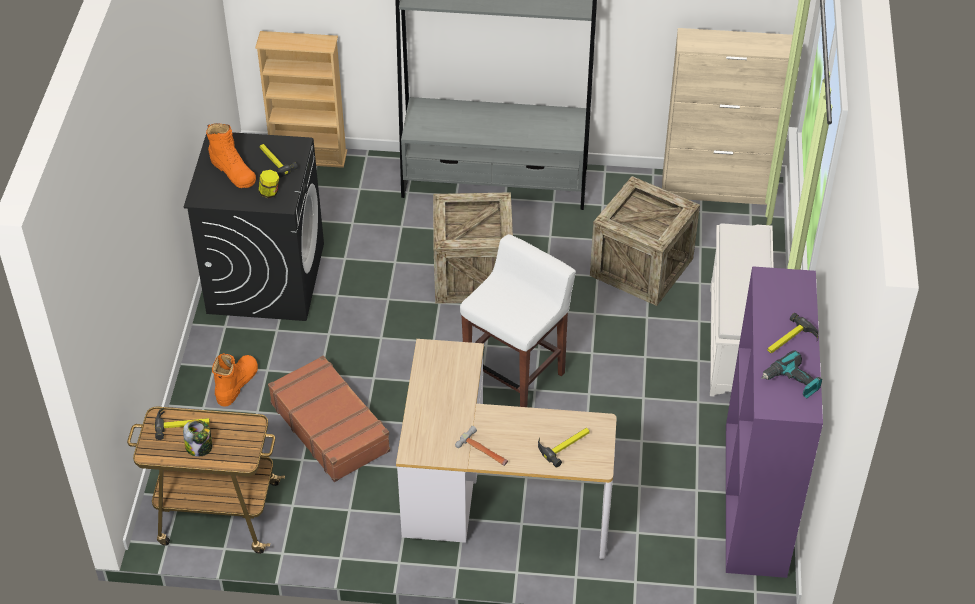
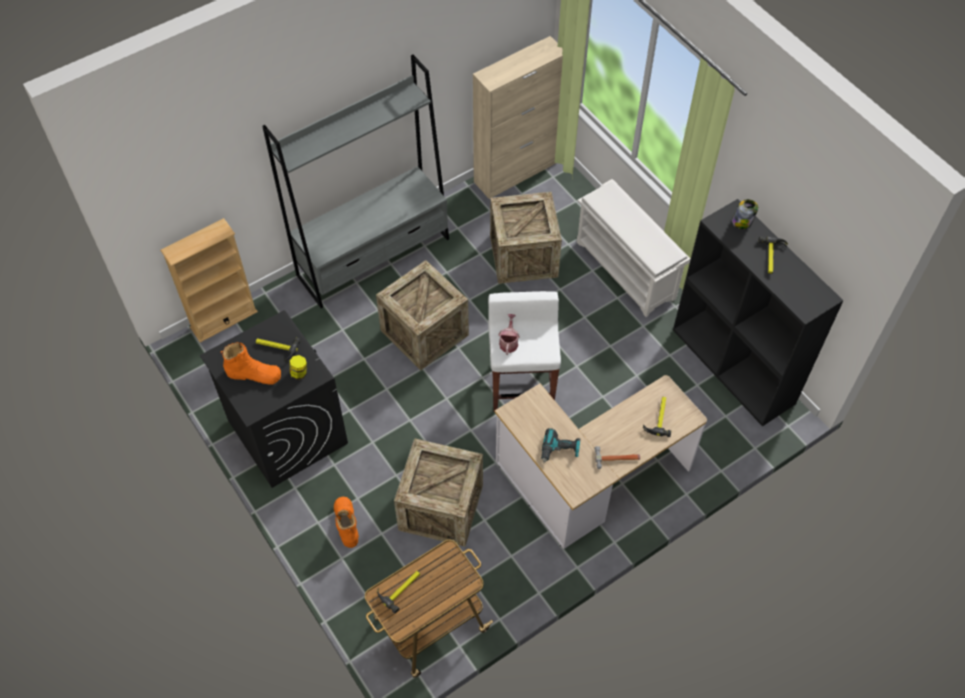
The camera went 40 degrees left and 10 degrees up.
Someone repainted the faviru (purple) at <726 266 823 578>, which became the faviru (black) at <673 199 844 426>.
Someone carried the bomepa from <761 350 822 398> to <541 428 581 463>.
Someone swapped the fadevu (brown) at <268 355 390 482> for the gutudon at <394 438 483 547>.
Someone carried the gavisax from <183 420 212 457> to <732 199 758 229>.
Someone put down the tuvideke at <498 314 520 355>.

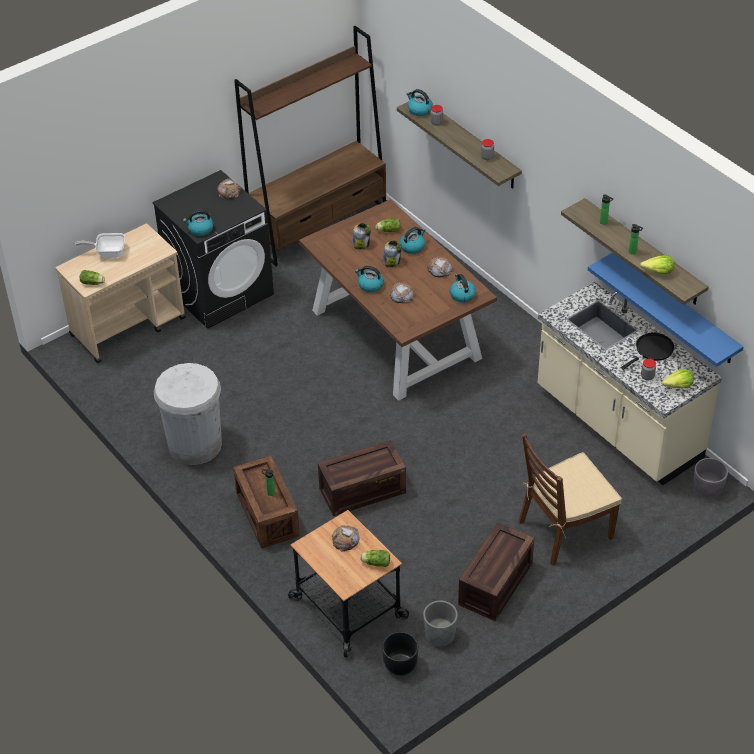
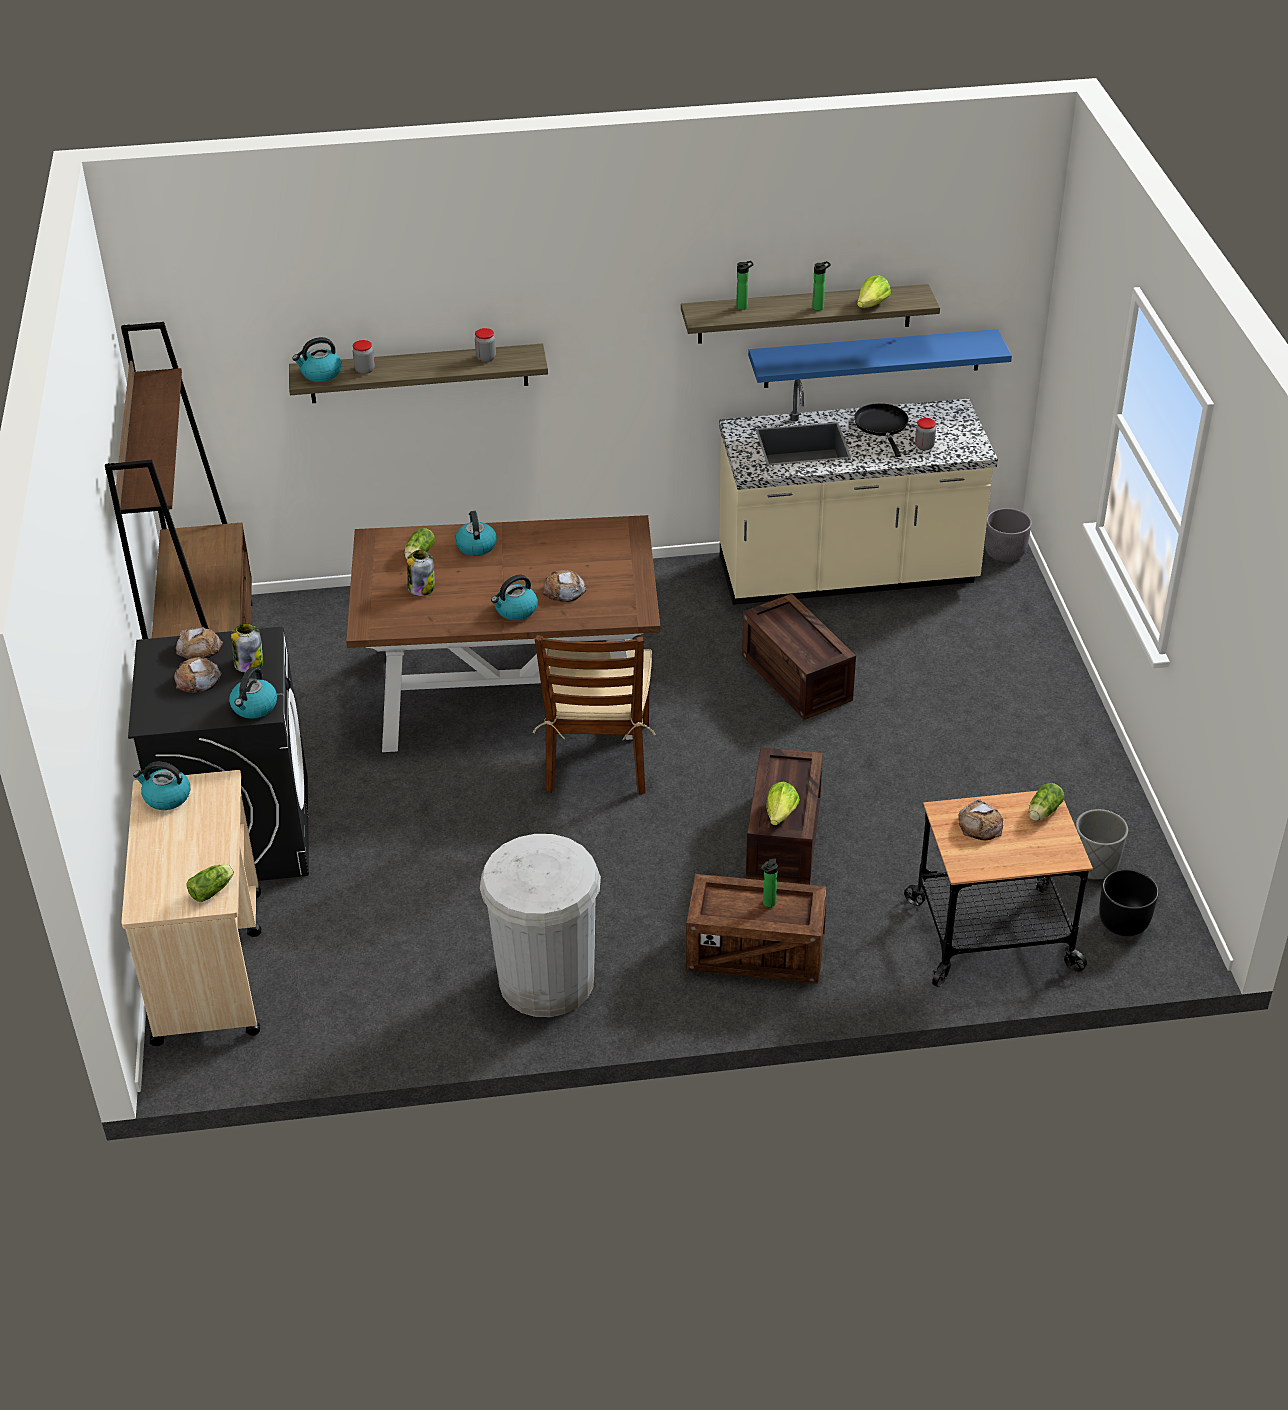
The camera went 60 degrees left and 5 degrees down.
Someone took away the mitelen at <75 233 125 258>.
Someone carried the gavisax from <383 240 401 267> to <231 623 263 673>.
Someone carried the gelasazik from <427 256 453 277> to <174 657 222 693>.
Someone carried the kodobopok from <450 274 476 303> to <133 762 190 810>.
Someone carried the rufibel from <662 369 694 388> to <766 781 800 825>.
Someone carried the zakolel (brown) from <519 433 622 566> to <533 635 656 795>.
Someone carried the gutudon from <458 522 534 621> to <742 594 856 720>.

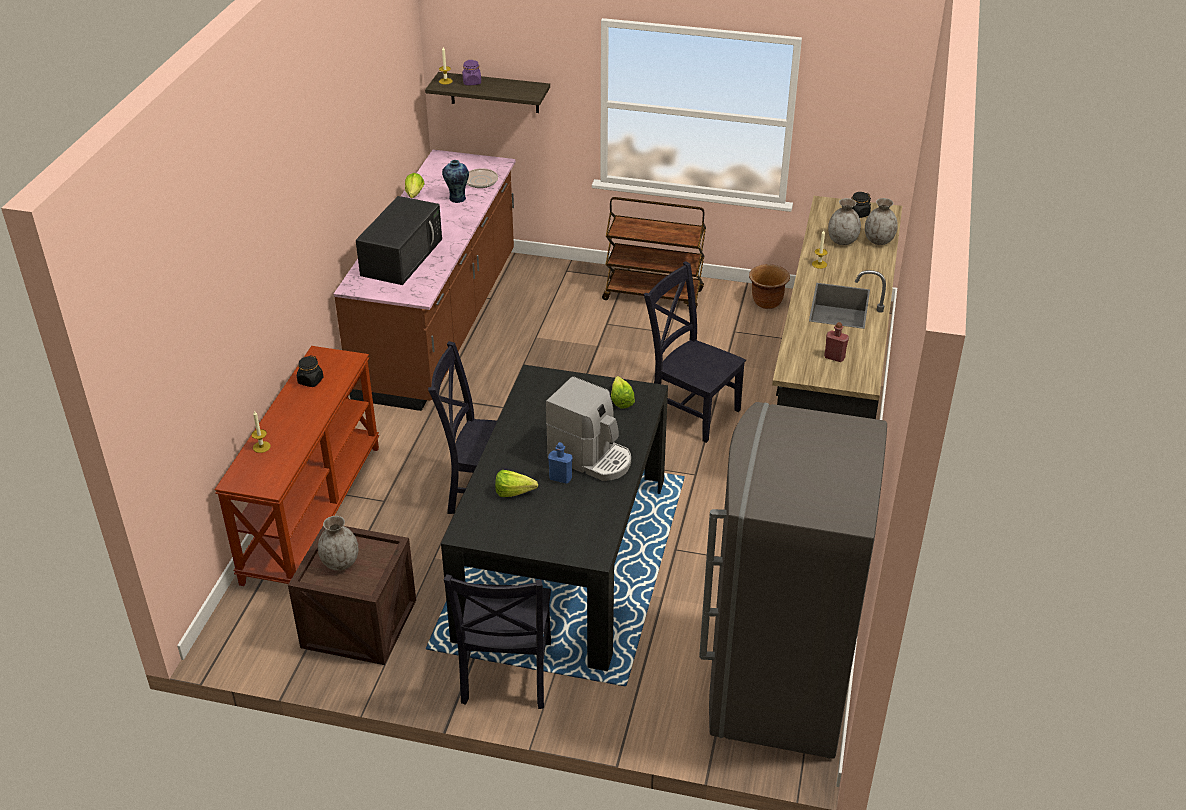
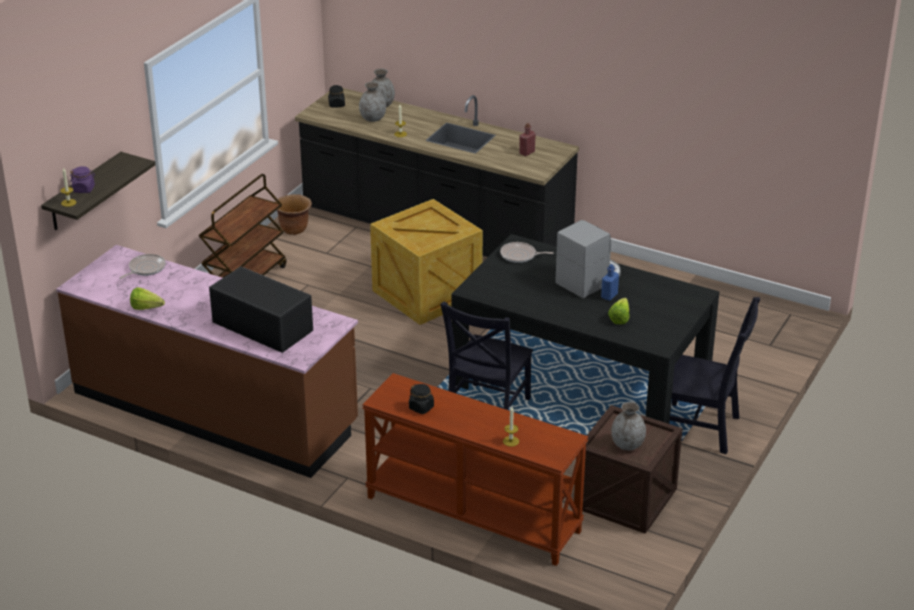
The camera went 75 degrees left and 5 degrees down.
Someone took away the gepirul at <442 160 469 203>.
Someone swapped the zakolel (black) at <644 261 746 443> for the gutudon at <370 199 483 325>.
Someone swapped the rufibel at <611 376 635 409> for the mitelen at <500 242 554 263>.
Someone took away the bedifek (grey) at <699 402 887 759>.

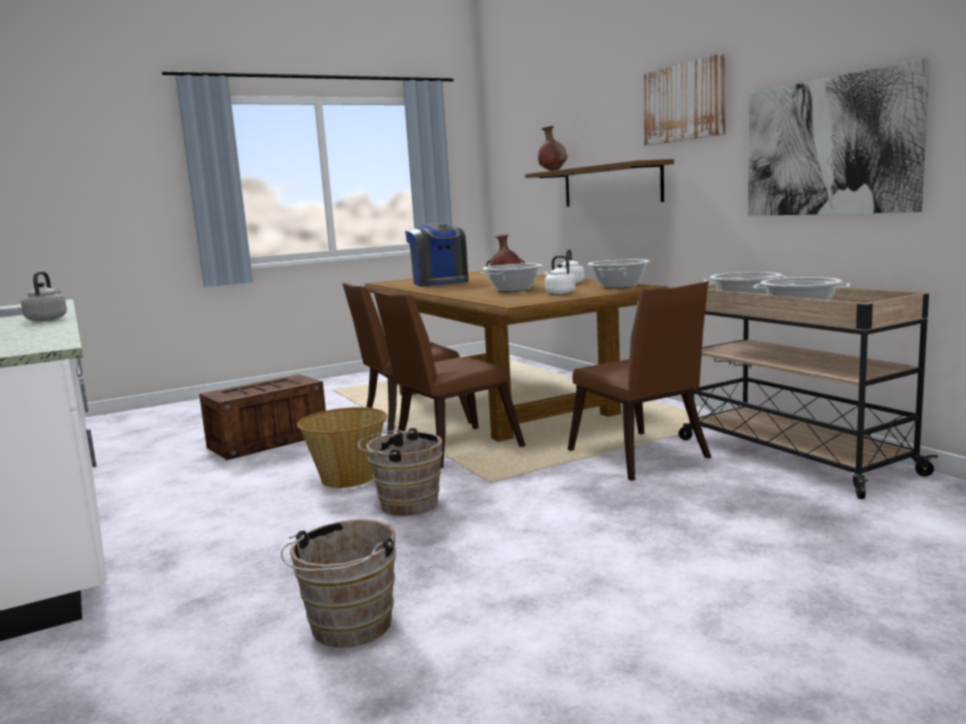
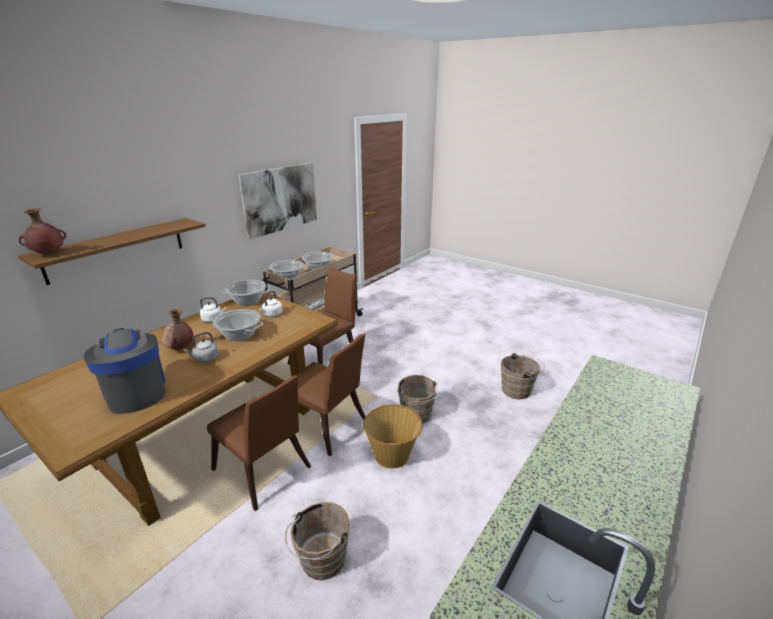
The camera went 115 degrees left and 15 degrees up.
Someone took away the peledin at <643 53 726 145>.
Someone rotated the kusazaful at <405 223 469 287> by 75 degrees counterclockwise.
Someone carried the kodobopok (grey) from <21 271 67 321> to <184 332 219 363>.
Someone swapped the gutudon at <199 374 326 460> for the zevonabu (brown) at <285 502 350 580>.

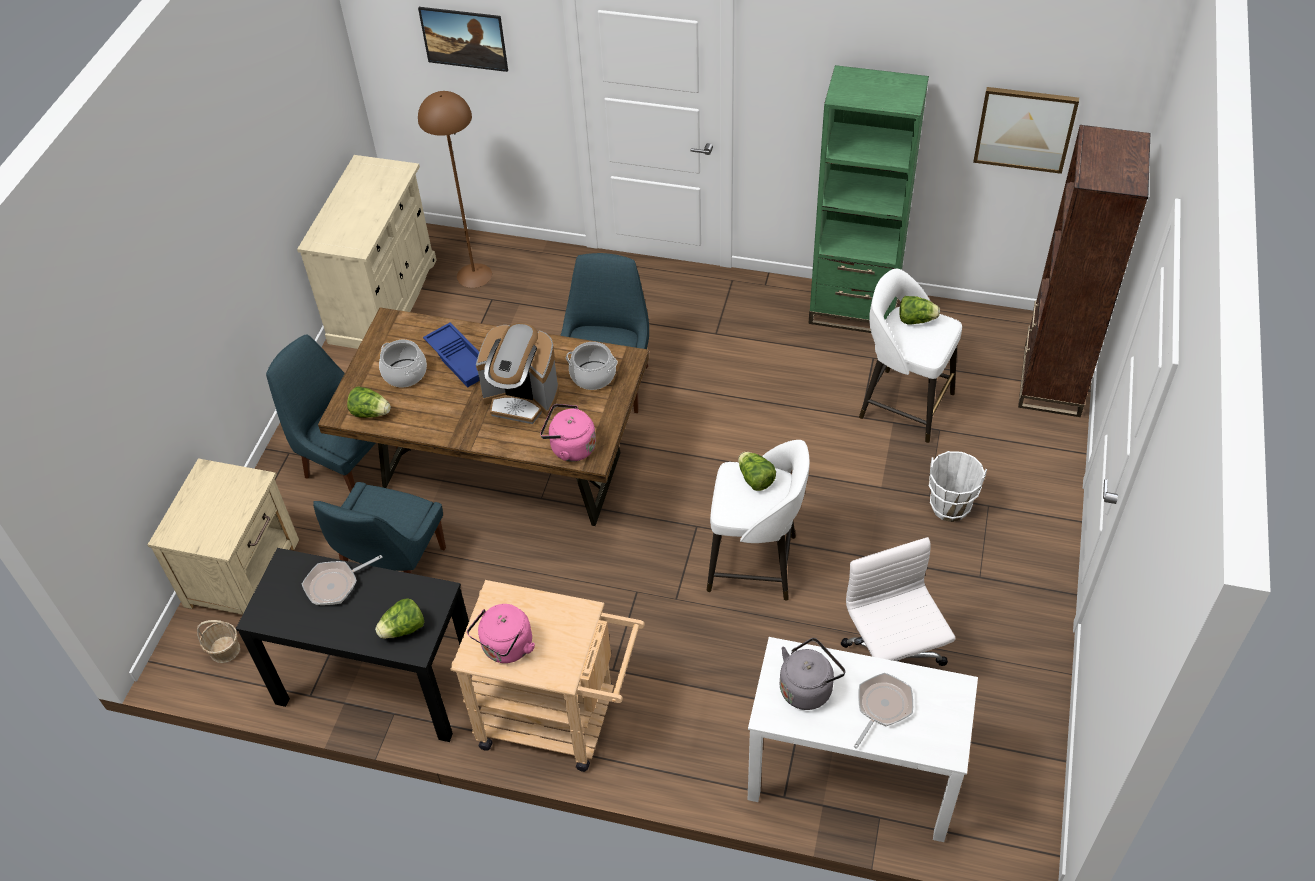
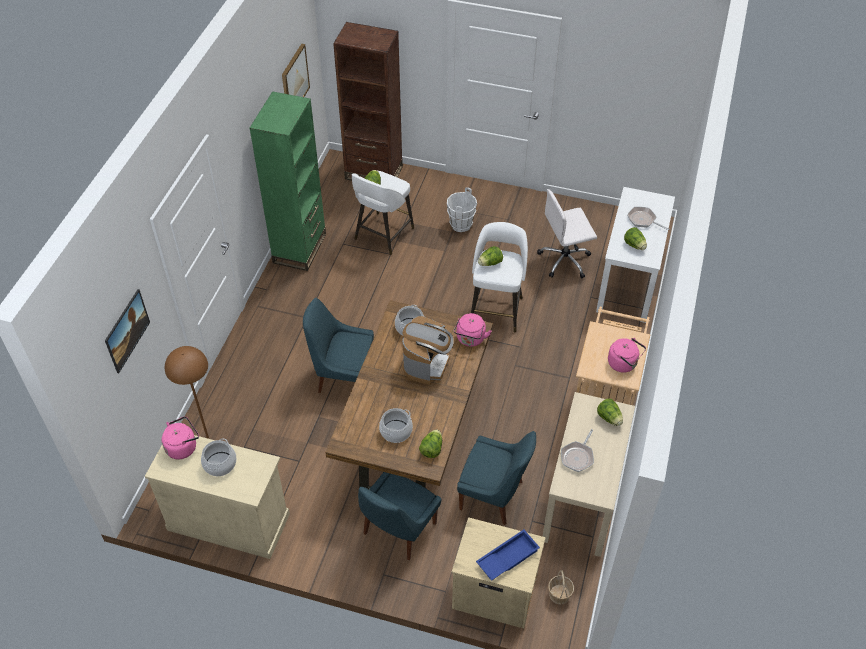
The camera went 90 degrees left and 0 degrees up.
Someone carried the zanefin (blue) from <423 322 480 387> to <476 529 540 581>.
Someone repainted the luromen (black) at <236 548 469 742>, which became the luromen (beige) at <542 392 635 557>.
Someone rotated the mitelen at <302 555 383 605> by 60 degrees clockwise.
Someone swapped the kodobopok (grey) at <780 638 845 710> for the rufibel at <624 227 647 250>.
Someone put down the kodobopok (pink) at <162 416 199 459>.
Someone put down the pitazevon at <201 438 237 476>.

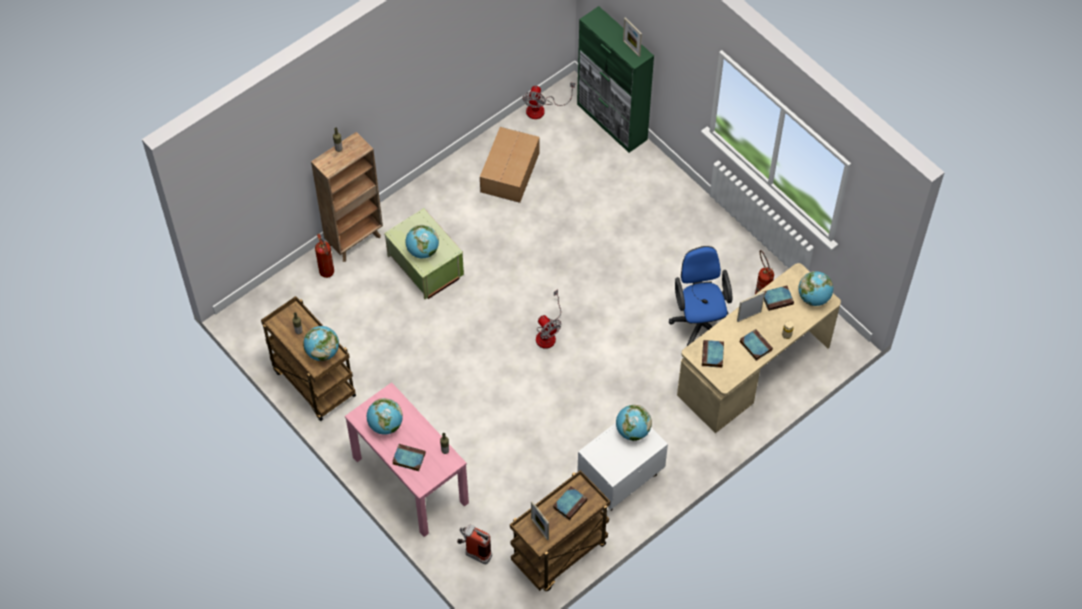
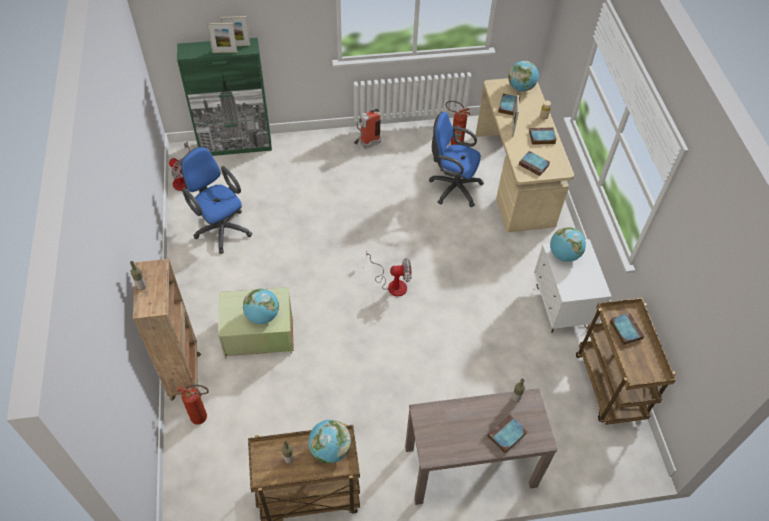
The camera went 60 degrees left and 5 degrees down.
Someone swapped the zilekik at <480 127 540 203> for the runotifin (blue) at <181 147 252 254>.
Someone repainted the luromen (pink) at <345 382 469 537>, which became the luromen (brown) at <405 388 558 505>.
Someone took away the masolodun at <367 398 403 435>.
Someone carried the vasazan from <531 501 549 541> to <207 23 238 53>.
Someone carried the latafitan from <457 525 492 565> to <354 107 381 149>.

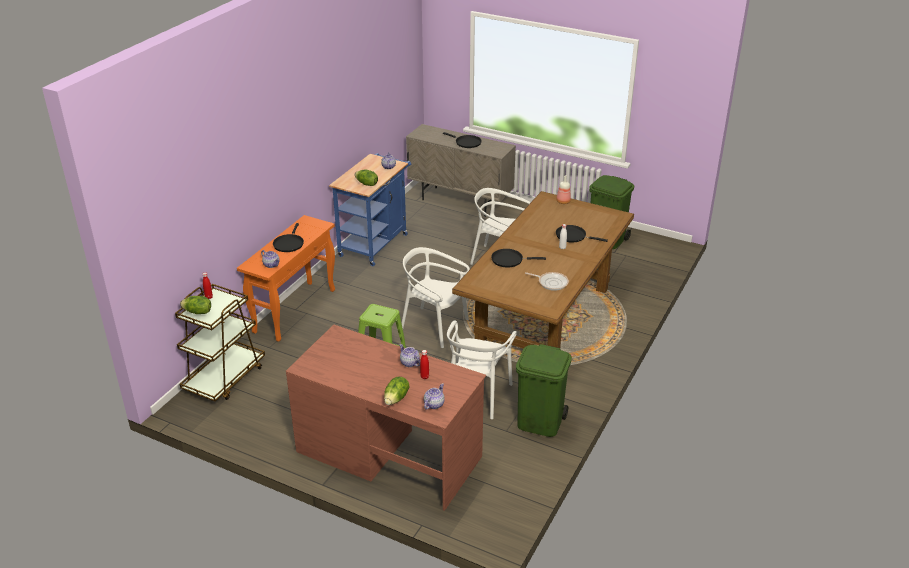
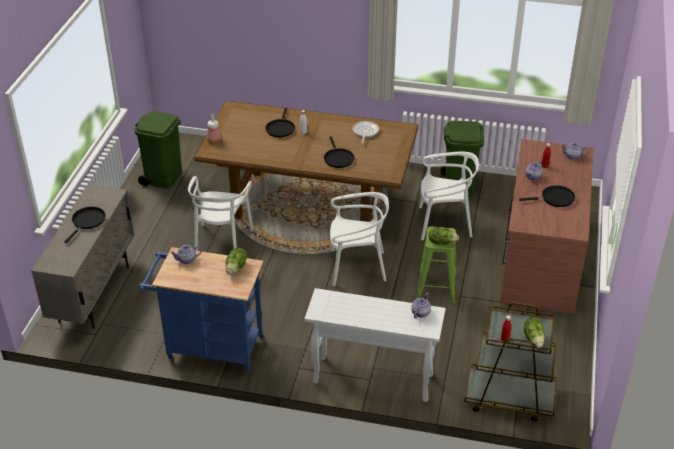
The camera went 105 degrees left and 5 degrees up.
Someone repainted the luromen (orange) at <237 215 335 342>, which became the luromen (white) at <305 288 446 402>.
Someone carried the mitelen (black) from <273 223 304 252> to <519 185 575 207>.
Someone rotated the zakolel (white) at <402 247 470 348> by 105 degrees counterclockwise.
Someone carried the rufibel from <384 377 409 405> to <429 227 459 245>.

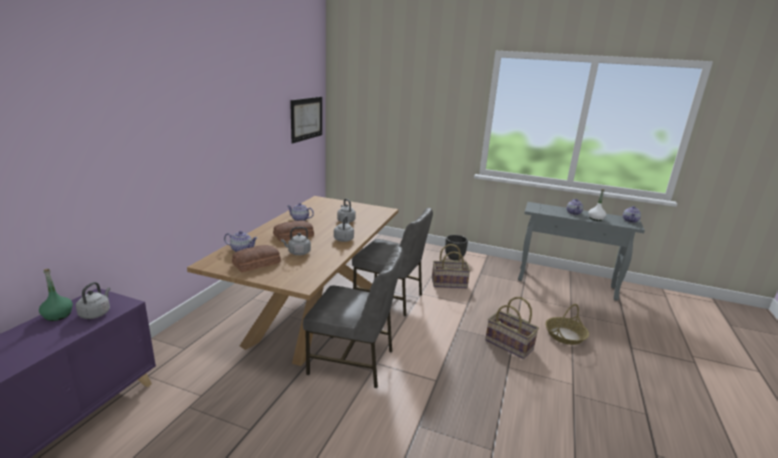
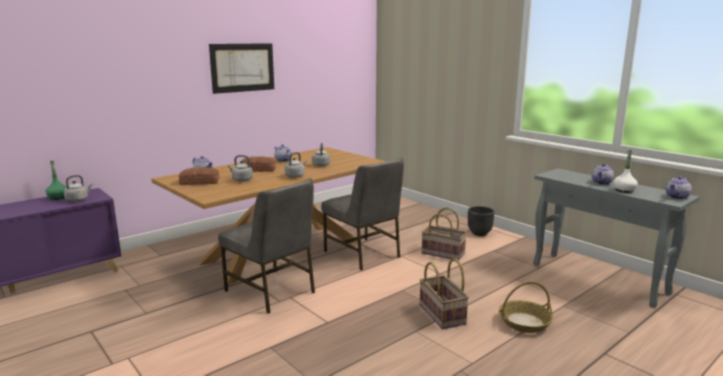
The camera went 30 degrees right and 5 degrees down.
Someone carried the peledin from <290 97 322 144> to <209 43 274 94>.

